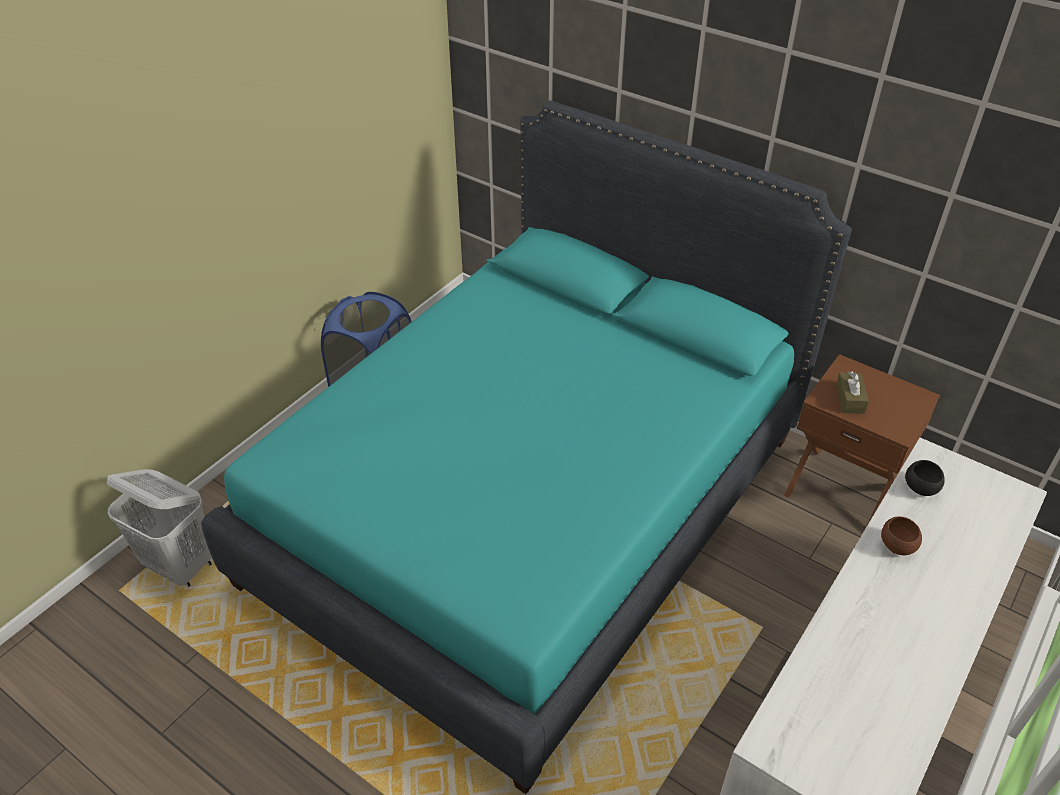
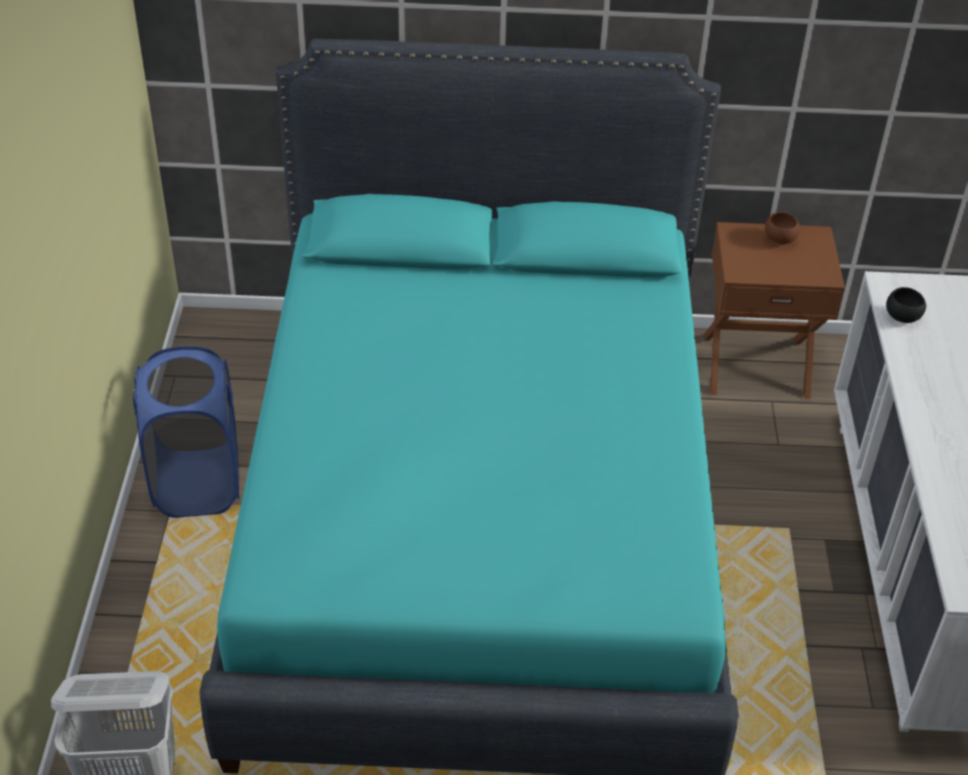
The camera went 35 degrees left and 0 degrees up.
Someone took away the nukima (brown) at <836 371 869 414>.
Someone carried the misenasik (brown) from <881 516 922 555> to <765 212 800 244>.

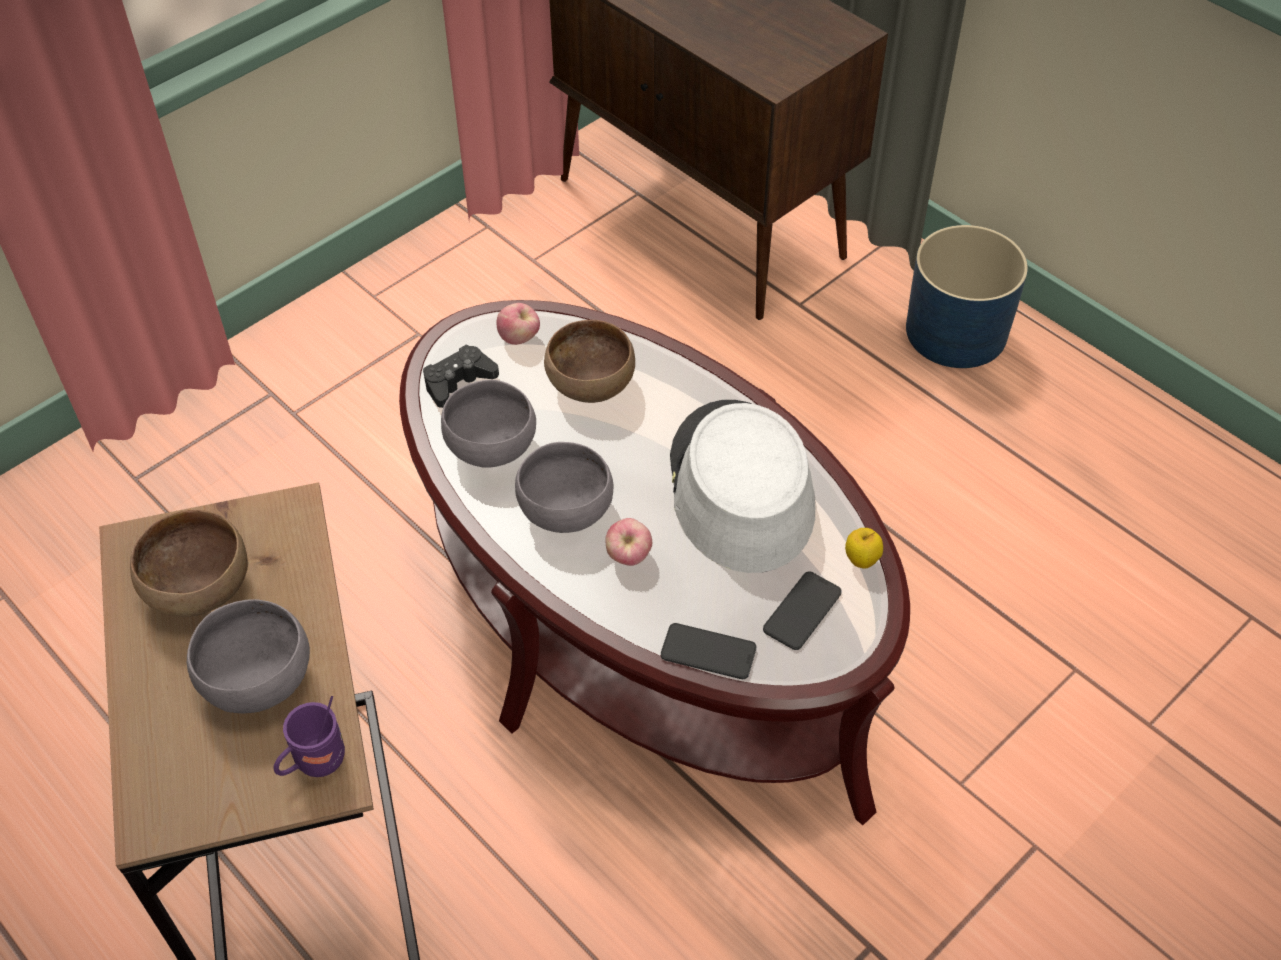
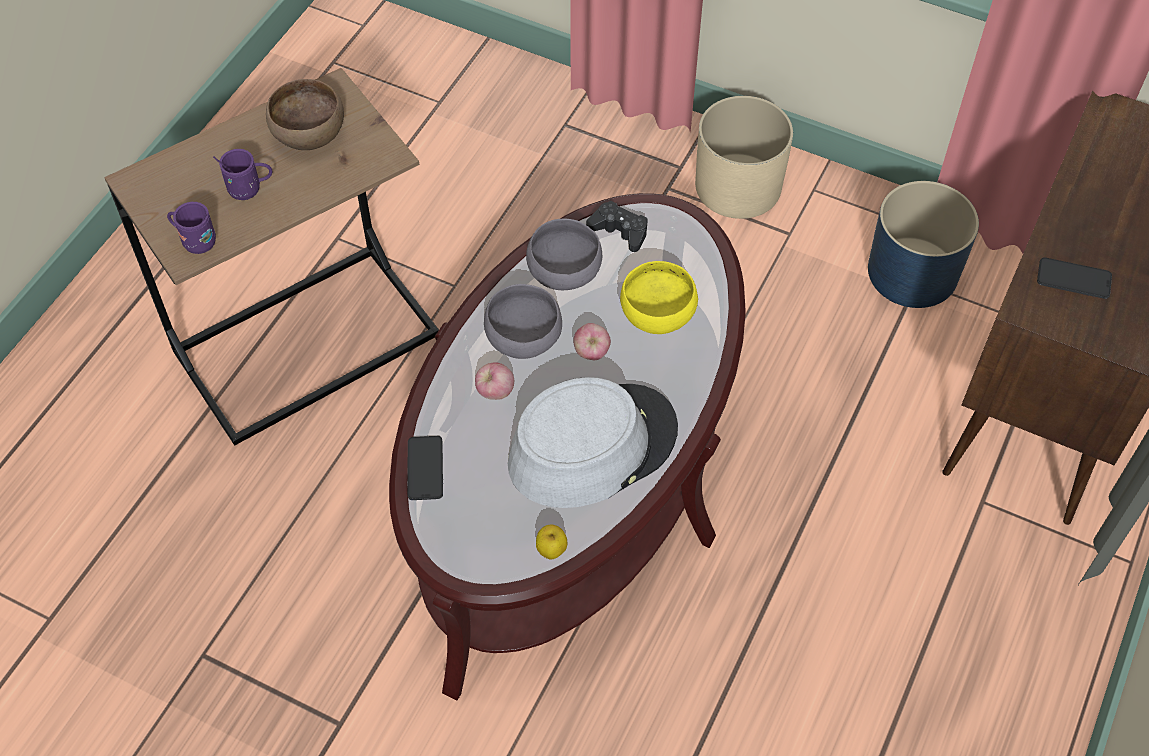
The camera went 70 degrees right and 5 degrees up.
Someone carried the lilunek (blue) from <906 225 1028 368> to <868 181 979 308>.
Someone carried the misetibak from <497 303 540 345> to <573 323 611 360>.
Someone repainted the misenasik (brown) at <544 320 635 403>, which became the misenasik (yellow) at <620 261 698 334>.
Someone carried the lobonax from <763 571 842 650> to <1037 257 1112 299>.
Someone swapped the misenasik (grey) at <187 599 310 713> for the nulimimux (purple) at <213 149 272 200>.
Someone put down the lilunek (beige) at <695 96 793 219>.

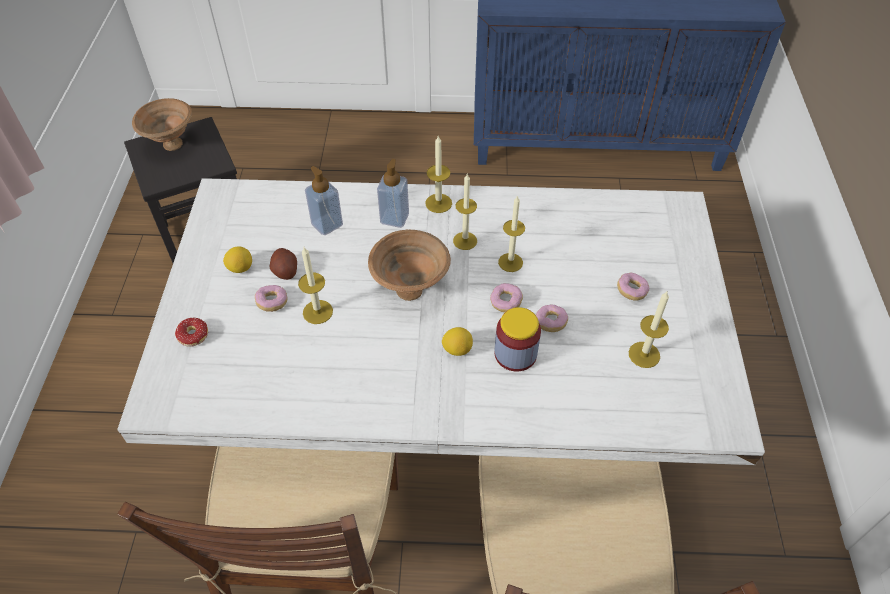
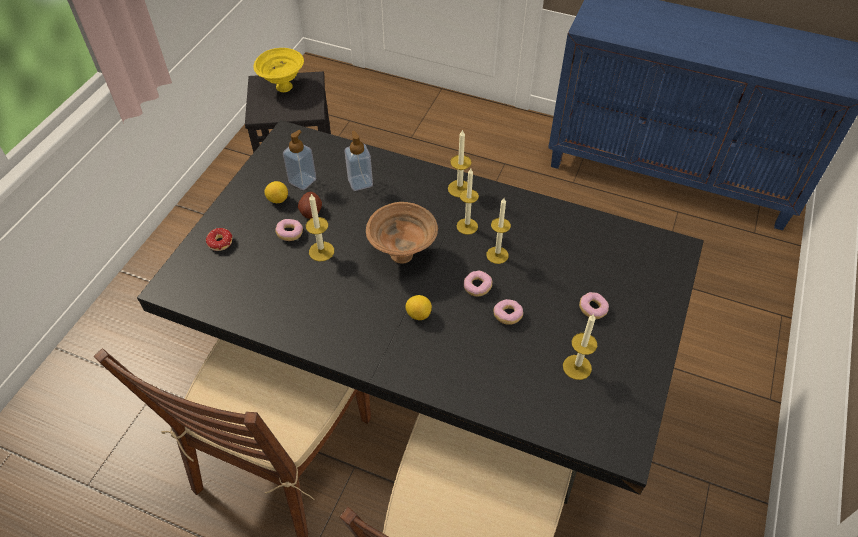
The camera went 20 degrees right and 0 degrees up.
Someone repainted the misenasik (brown) at <132 98 192 151>, which became the misenasik (yellow) at <253 48 304 92>.
Someone carried the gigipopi from <377 159 409 228> to <283 130 316 190>.
Someone repainted the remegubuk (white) at <117 178 765 465>, which became the remegubuk (black) at <137 120 704 504>.
Someone took away the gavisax at <495 307 541 371>.

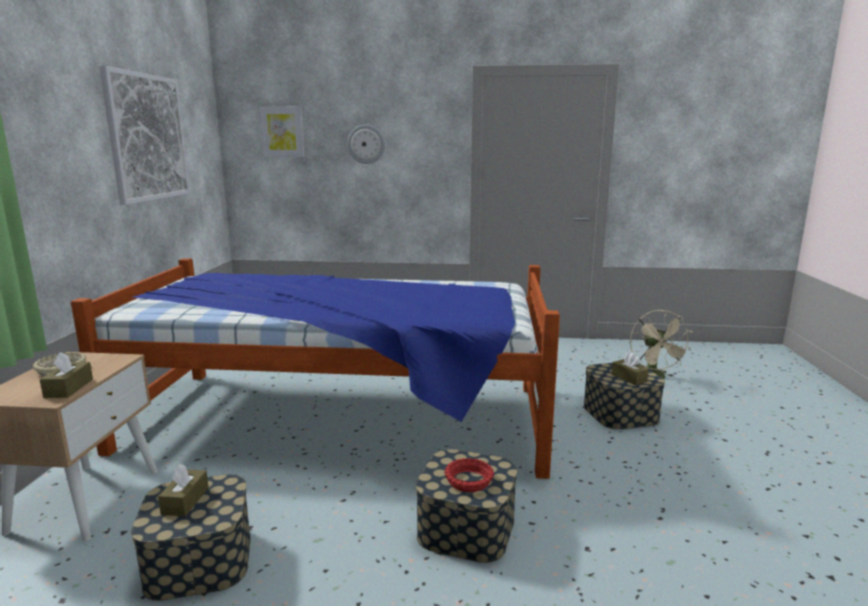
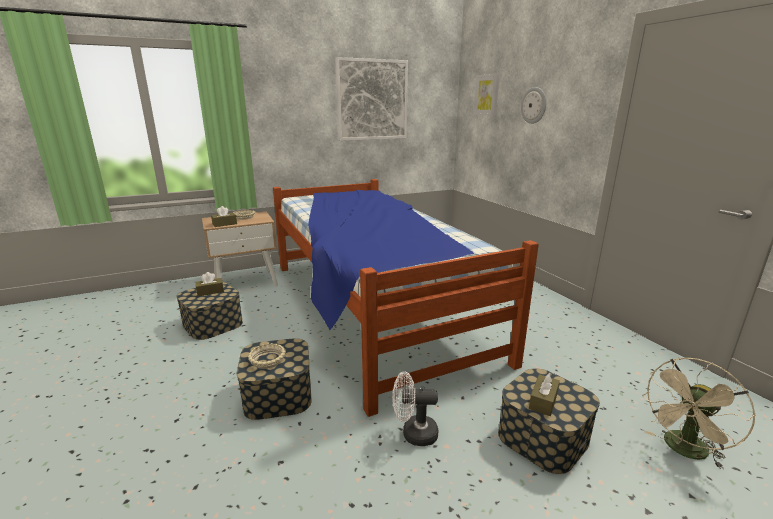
The camera went 60 degrees right and 5 degrees up.
Someone repainted the misenasik (red) at <444 458 494 492>, which became the misenasik (beige) at <248 343 286 369>.
Someone put down the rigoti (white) at <393 372 438 446>.

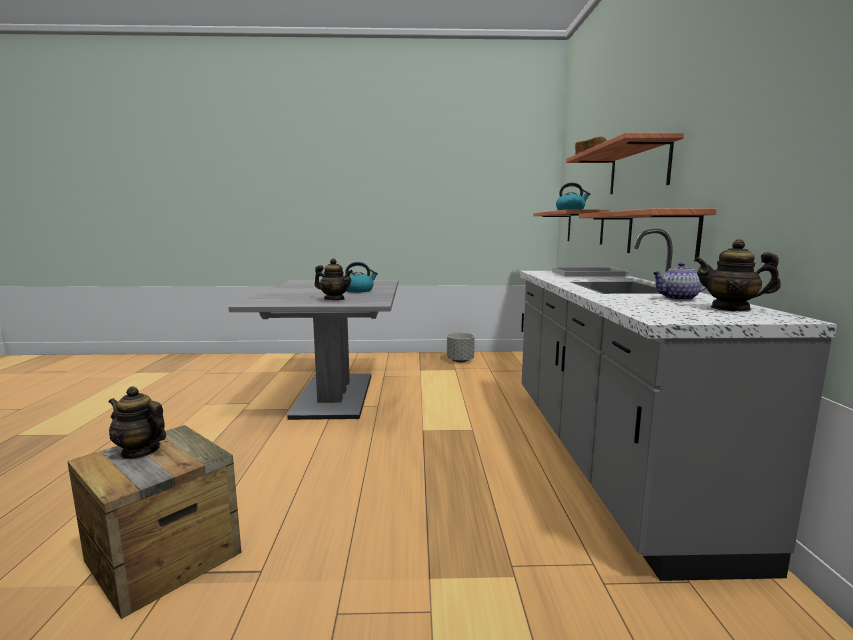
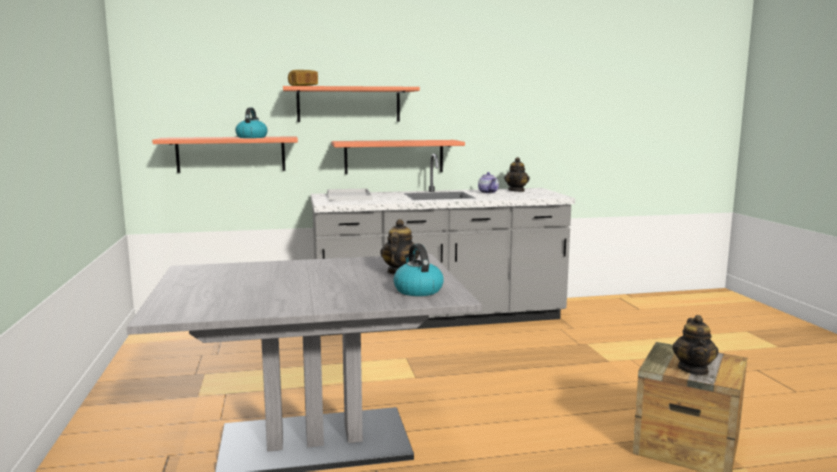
The camera went 100 degrees left and 0 degrees up.
Someone carried the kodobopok from <345 262 378 293> to <393 244 444 296>.
Someone took away the lilunek (grey) at <447 332 475 362>.

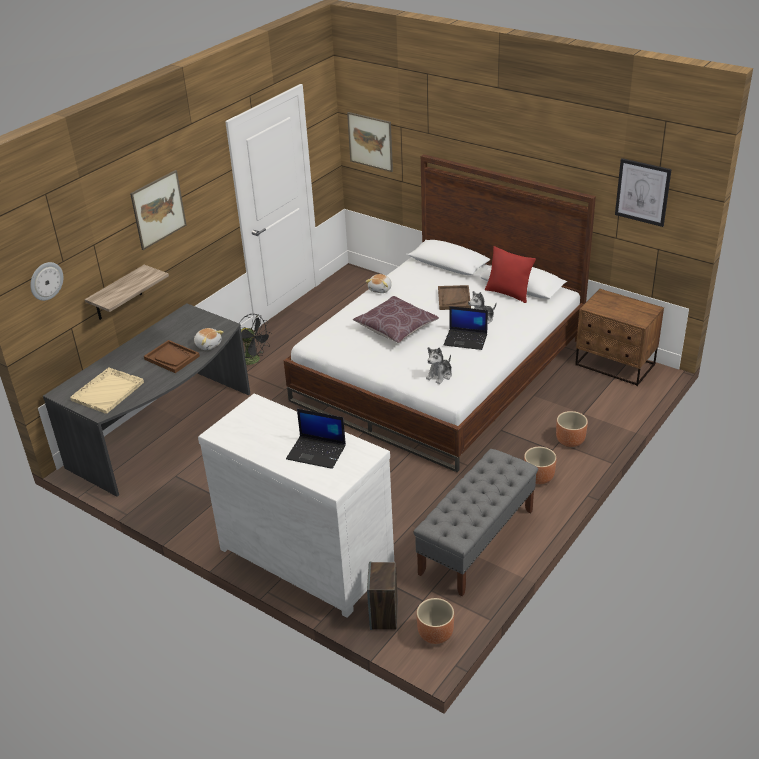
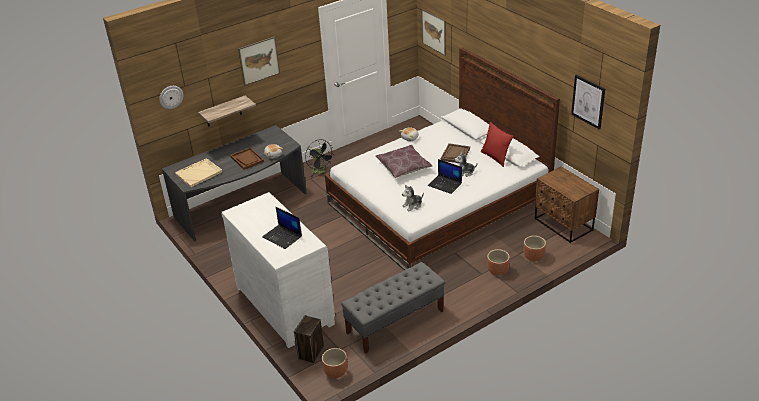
The camera went 20 degrees right and 0 degrees up.
Someone carried the lilunek (brown) from <524 447 557 484> to <524 236 546 261>.

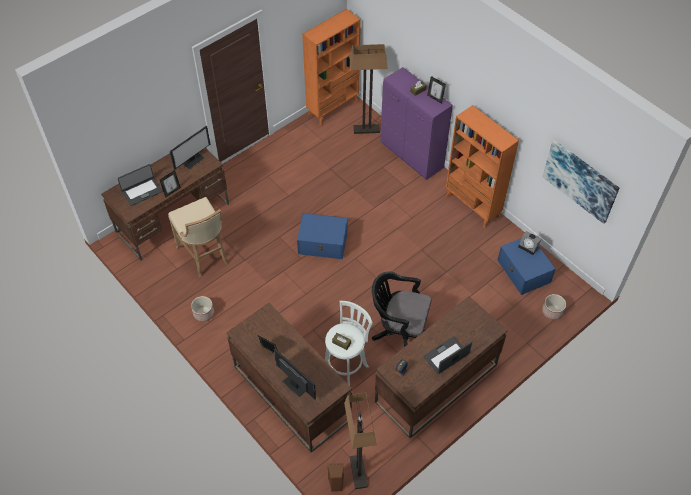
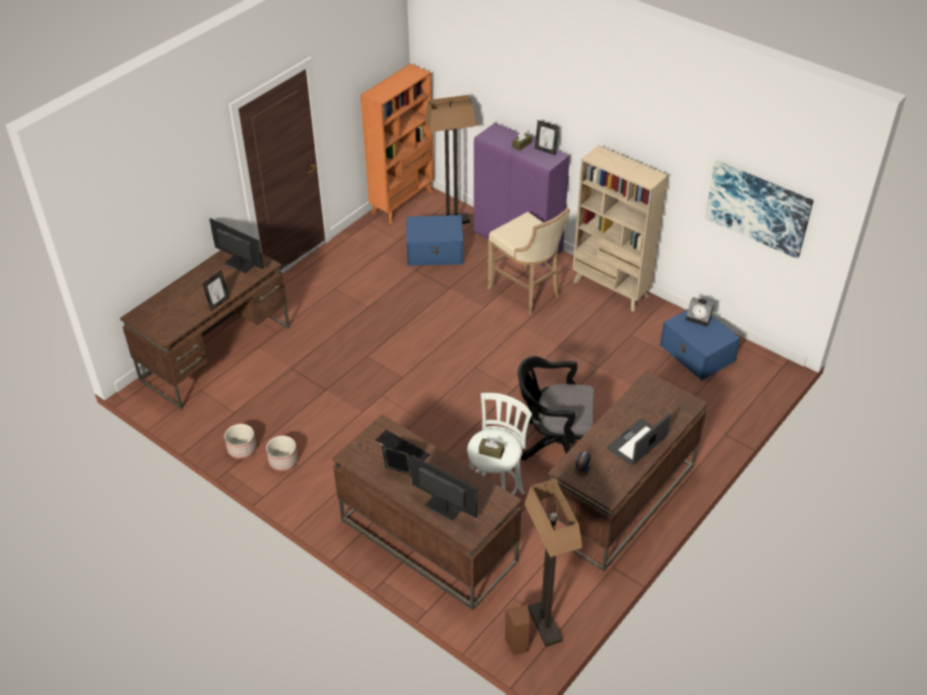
The camera went 10 degrees left and 10 degrees down.
Someone repainted the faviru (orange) at <446 105 519 228>, which became the faviru (beige) at <573 145 668 312>.
Someone rotated the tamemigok at <170 126 211 170> by 90 degrees counterclockwise.
Someone took away the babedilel at <118 164 163 206>.
Someone carried the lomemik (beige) from <168 197 228 277> to <487 208 570 314>.
Someone carried the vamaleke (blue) from <297 213 347 259> to <406 215 463 266>.
Someone carried the lilunek from <542 294 566 320> to <224 424 256 459>.
Someone put down the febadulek at <375 430 430 461>.

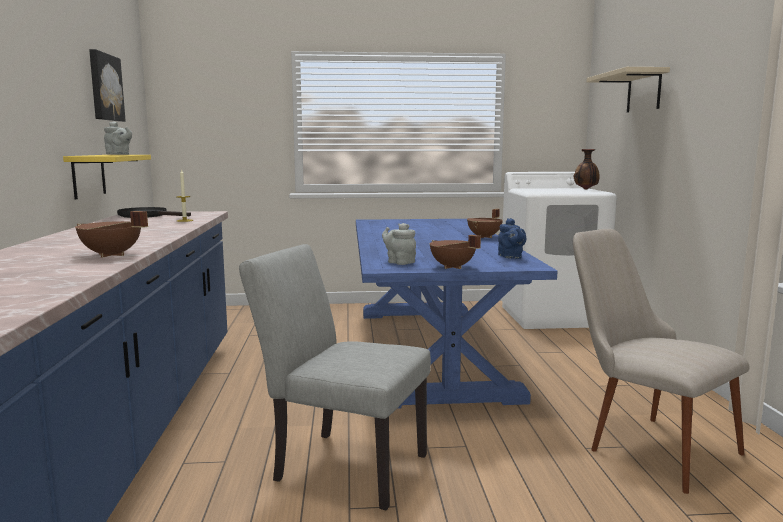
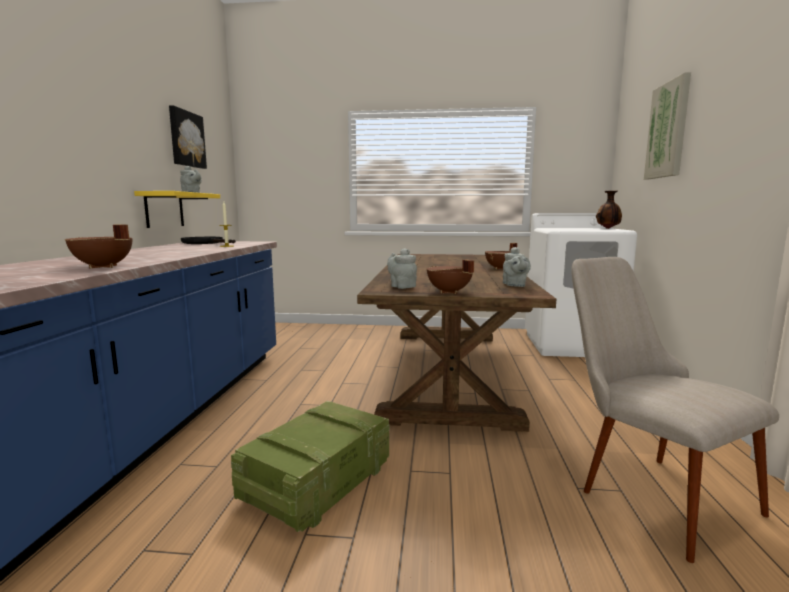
The camera went 10 degrees right and 0 degrees up.
Someone swapped the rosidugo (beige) at <587 67 670 113> for the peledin at <644 72 691 179>.
Someone repainted the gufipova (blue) at <498 218 526 259>, which became the gufipova (grey) at <503 247 531 287>.
Someone repainted the remegubuk (blue) at <356 219 557 409>, which became the remegubuk (brown) at <357 254 556 432>.
Someone swapped the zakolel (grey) at <239 244 431 511> for the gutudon at <231 401 390 532>.

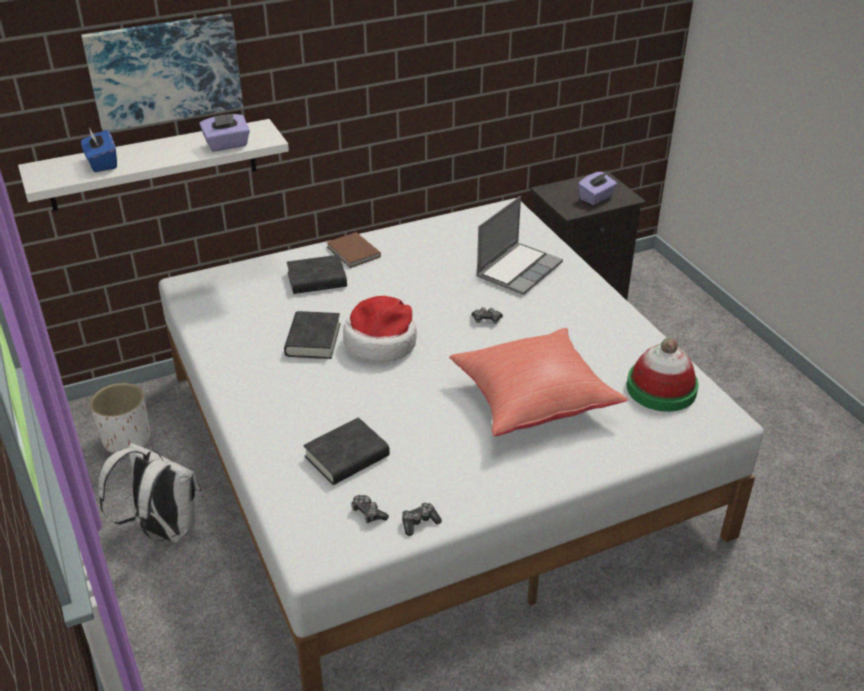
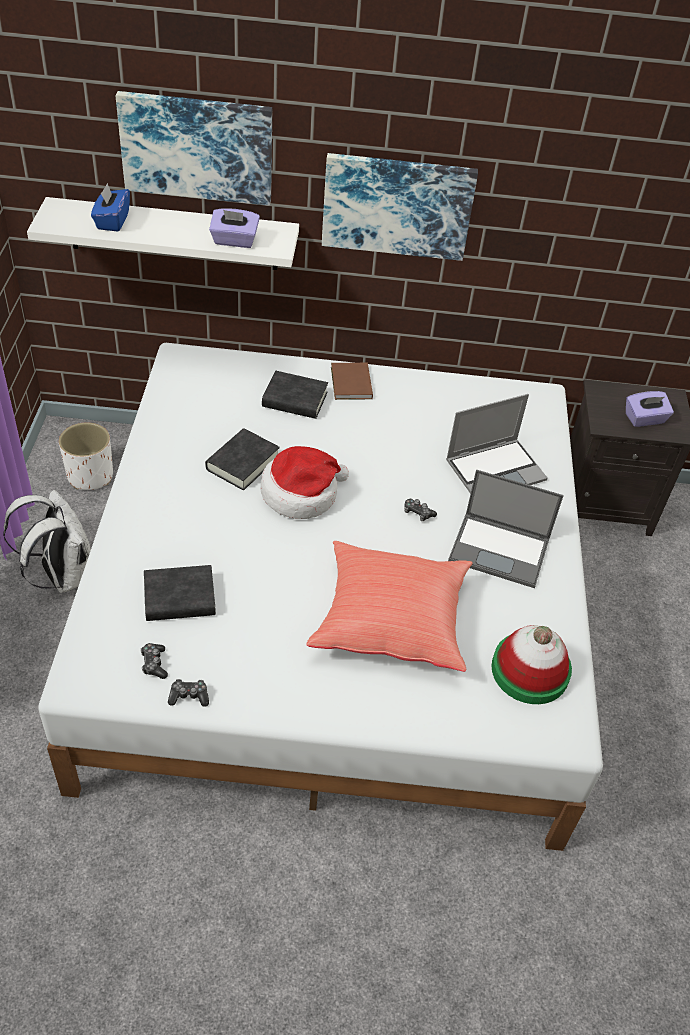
The camera went 25 degrees right and 10 degrees up.
Someone put up the peledin at <322 153 478 261>.
Someone put down the babedilel at <448 470 564 588>.

